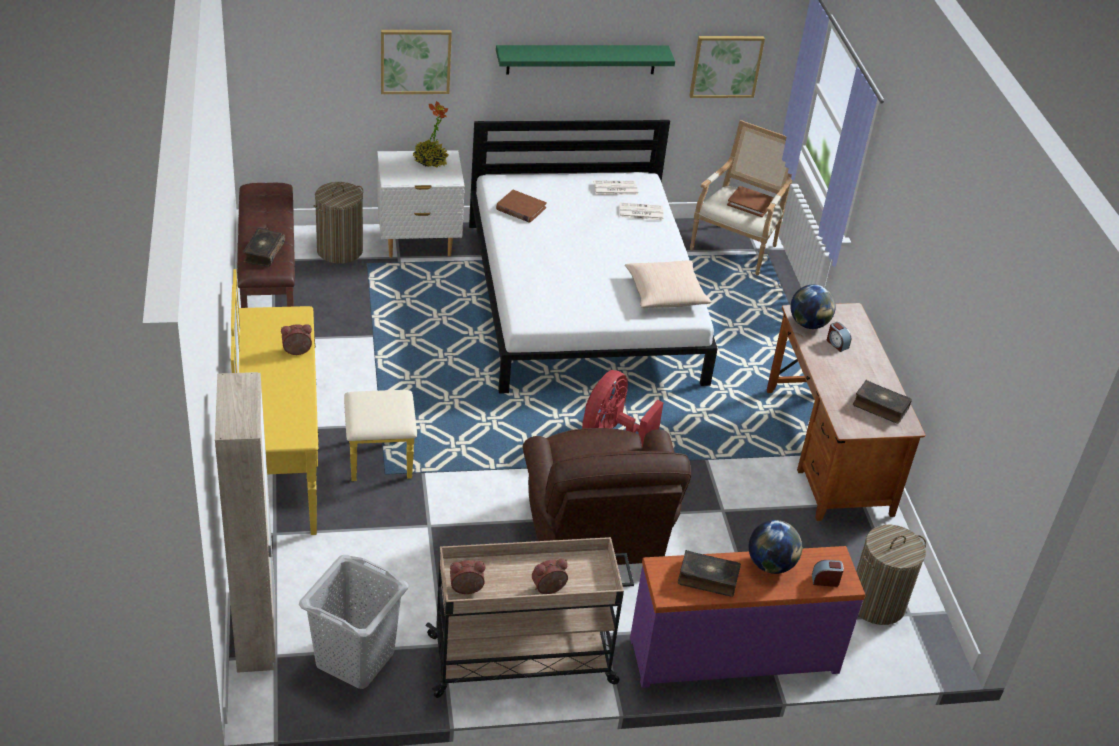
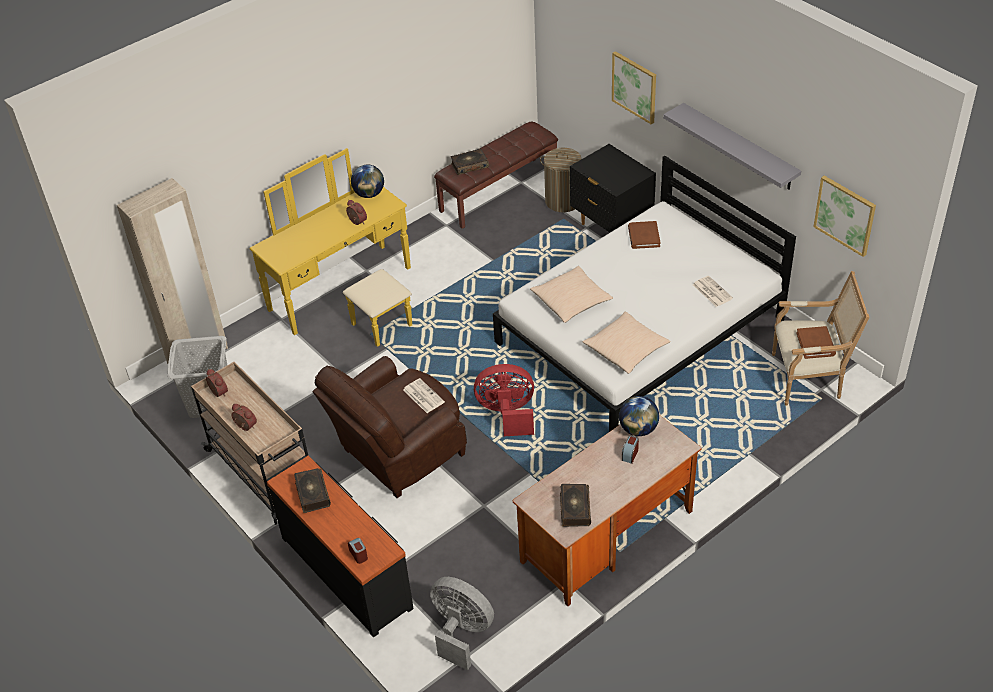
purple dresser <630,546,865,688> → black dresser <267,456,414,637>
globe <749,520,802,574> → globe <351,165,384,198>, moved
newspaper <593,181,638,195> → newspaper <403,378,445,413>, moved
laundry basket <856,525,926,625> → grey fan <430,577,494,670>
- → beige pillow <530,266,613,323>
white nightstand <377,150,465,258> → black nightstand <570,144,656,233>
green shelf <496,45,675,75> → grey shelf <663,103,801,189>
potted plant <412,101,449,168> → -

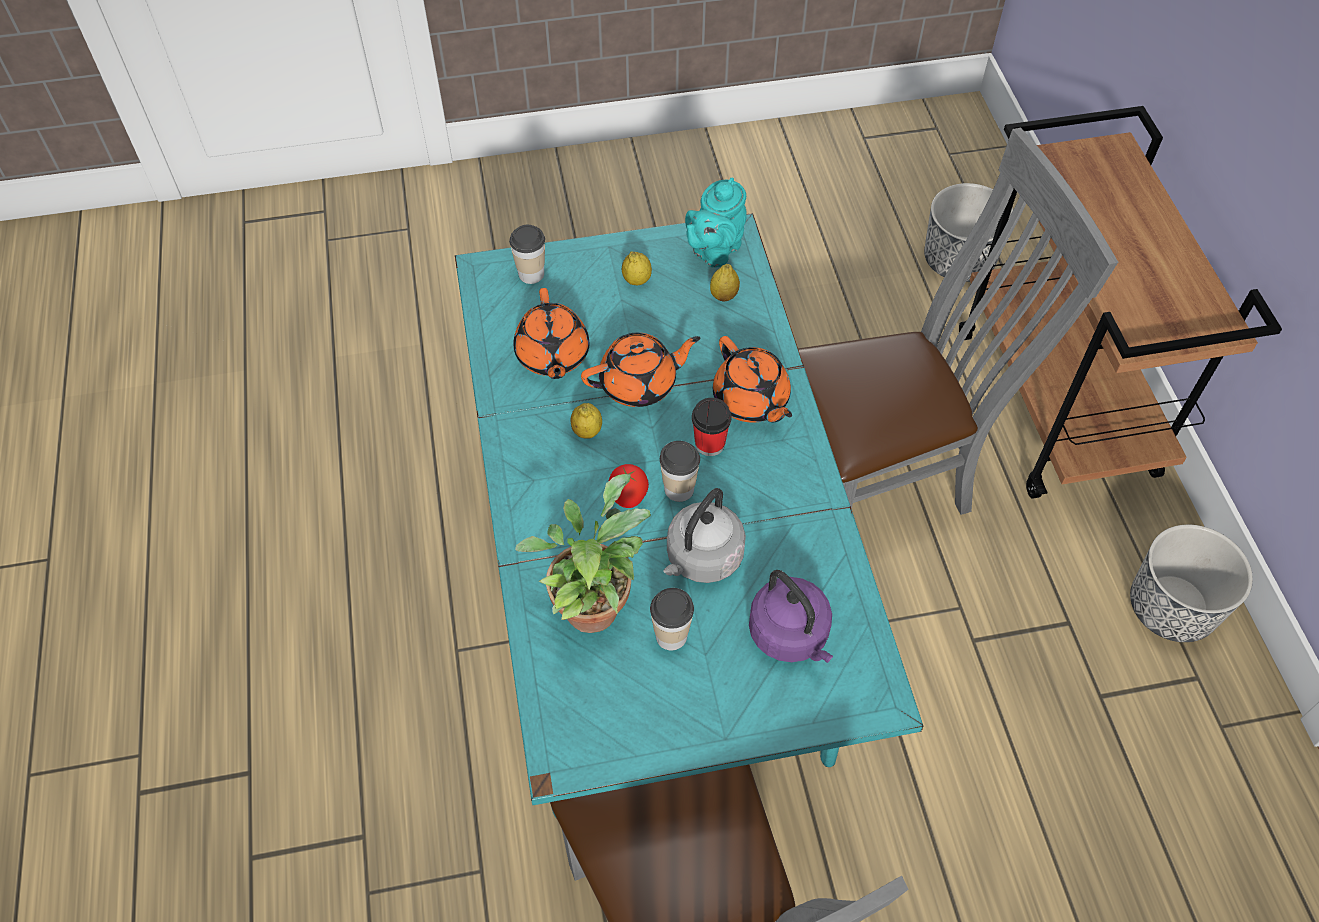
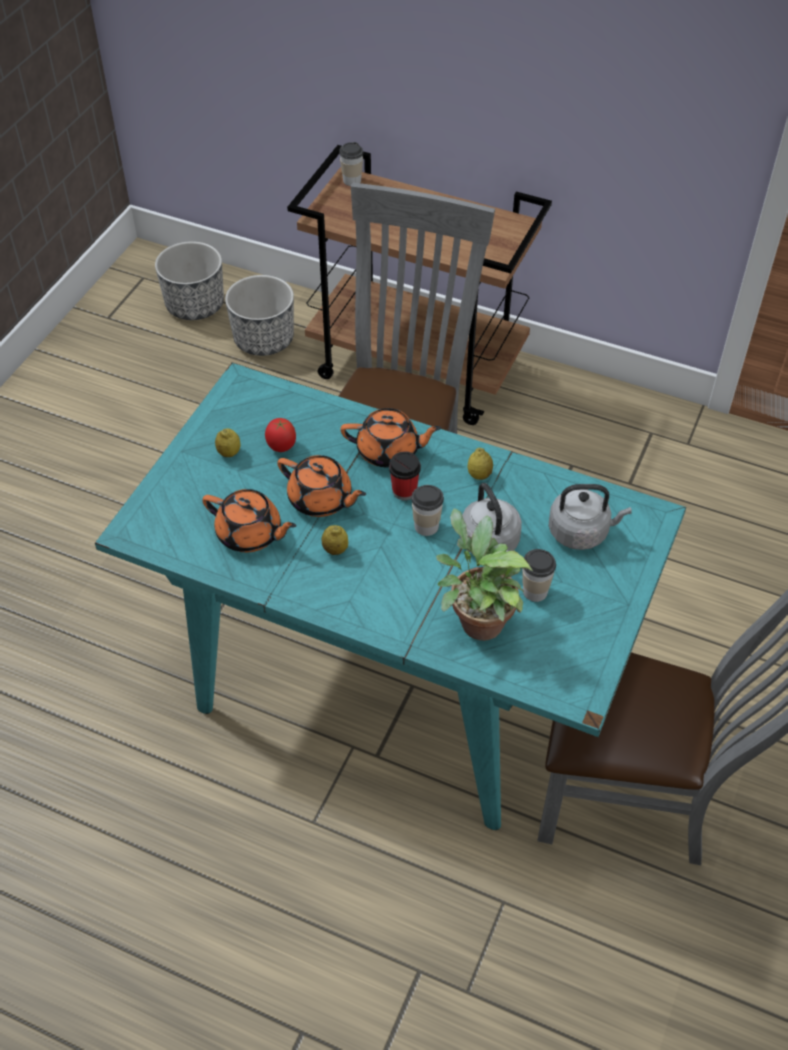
planter <1130,525,1253,642> → planter <155,241,224,320>, moved
tomato <608,464,649,508> → tomato <265,418,296,452>, moved
orange teapot <581,332,701,407> → orange teapot <277,455,366,517>, 105 degrees clockwise
cup <509,225,545,284> → cup <339,142,363,186>, moved
lemon <710,264,740,302> → lemon <467,448,493,480>, moved
purple kettle <749,570,833,663> → grey kettle <549,484,632,550>
turquoise teapot <685,177,747,268> → -

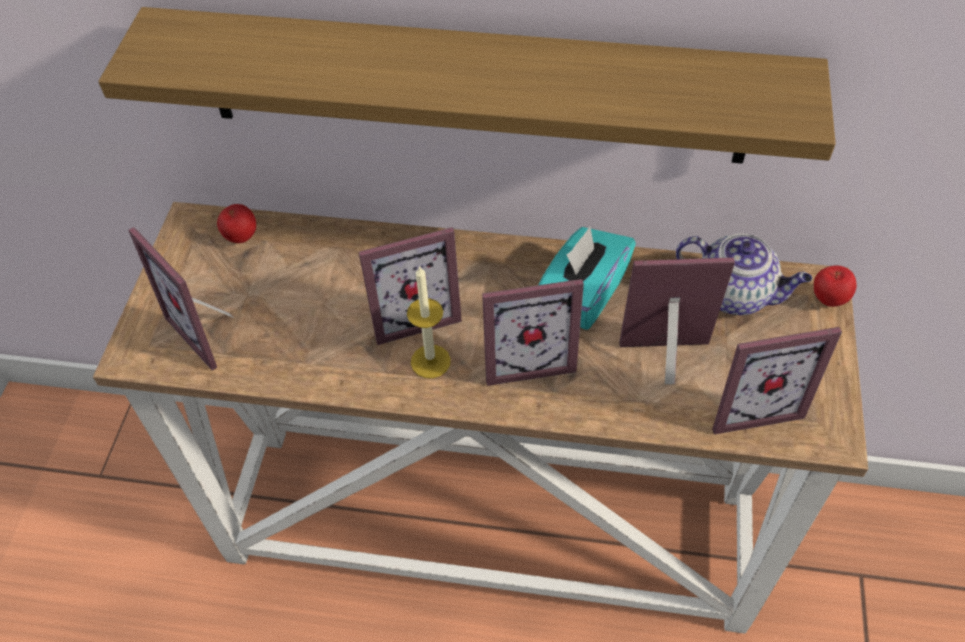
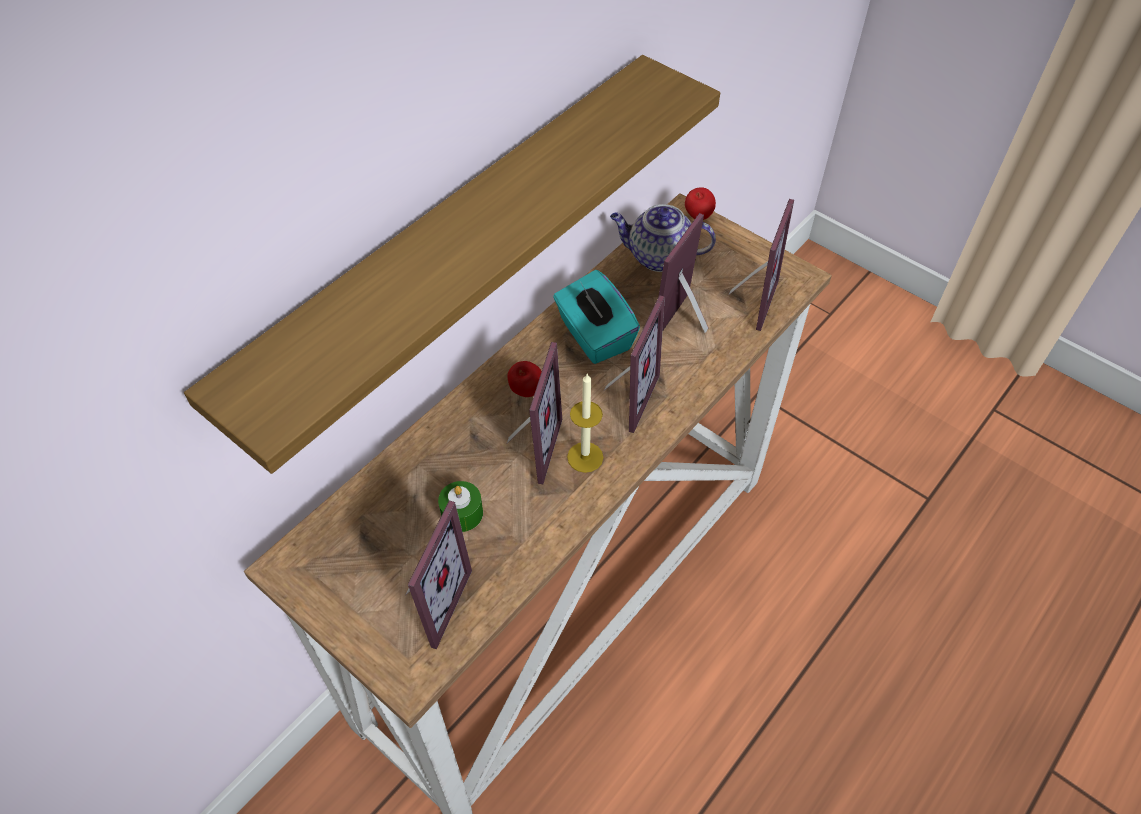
picture frame <128,227,234,371> → picture frame <405,500,472,649>, 60 degrees counterclockwise
- → green candle <438,481,483,532>
apple <217,204,256,243> → apple <507,361,542,397>, moved
teapot <676,234,812,315> → teapot <610,204,716,272>, 135 degrees counterclockwise

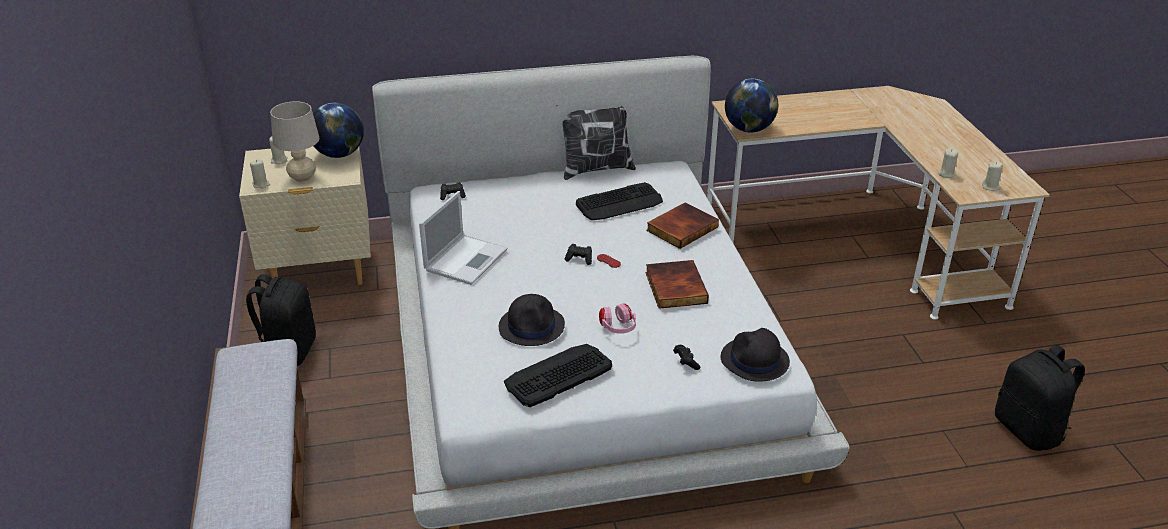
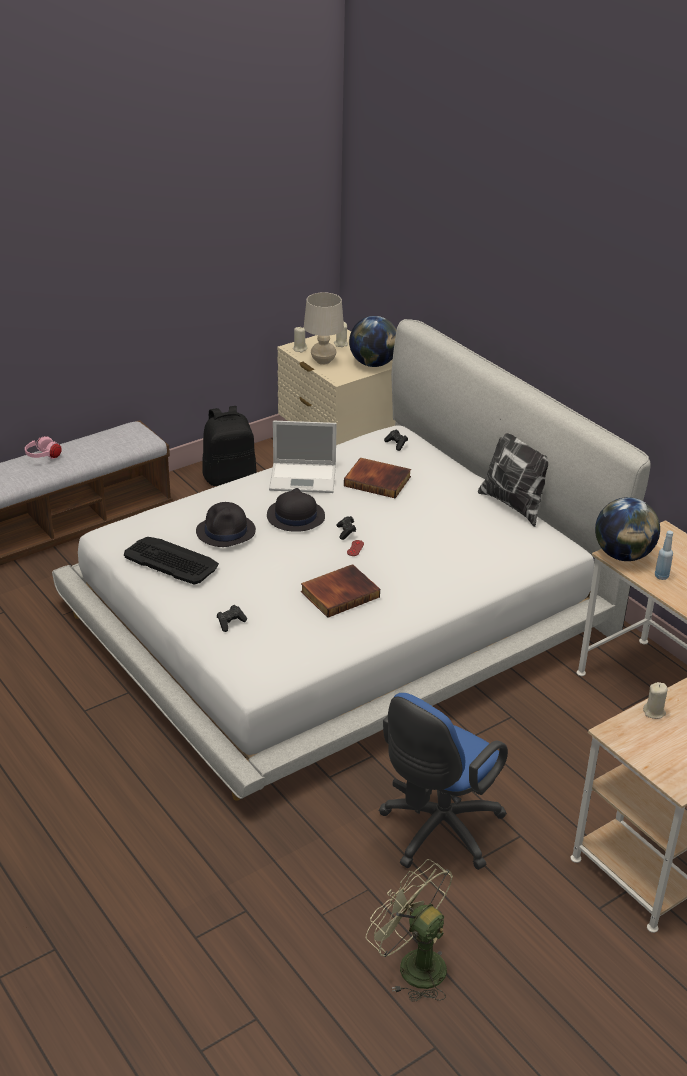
pink headphones <599,303,636,334> → pink headphones <25,436,62,459>, moved
black hat <721,328,790,382> → black hat <267,488,325,532>, moved
book <646,202,719,249> → book <344,457,411,498>, moved
black backpack <995,344,1085,451> → green fan <366,859,453,1002>
- → blue office chair <379,693,508,870>
- → blue bottle <655,531,673,580>
keyboard <576,182,663,220> → -
beige candle <982,161,1003,191> → -

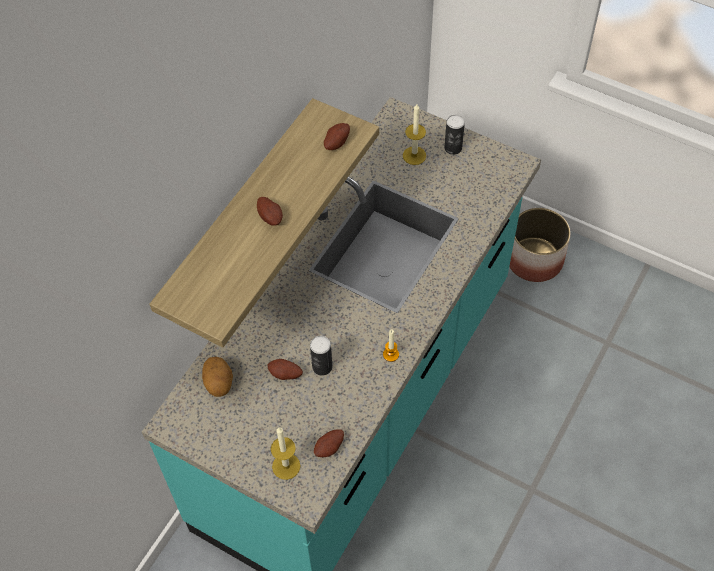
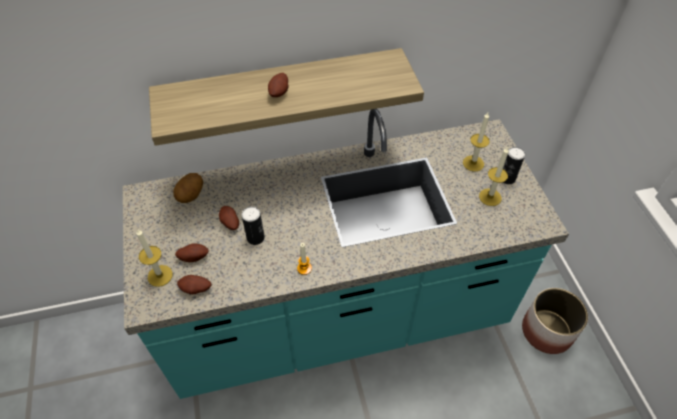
potato <324,123,350,150> → potato <175,243,209,262>, moved
- → candle <479,147,509,206>

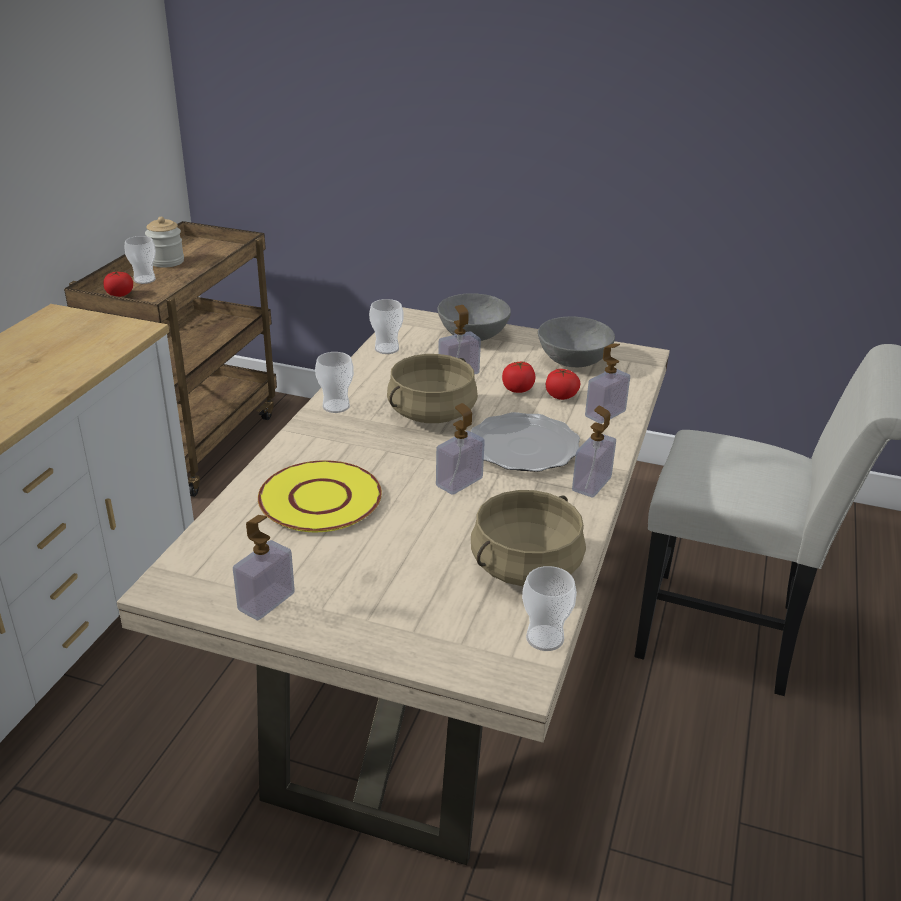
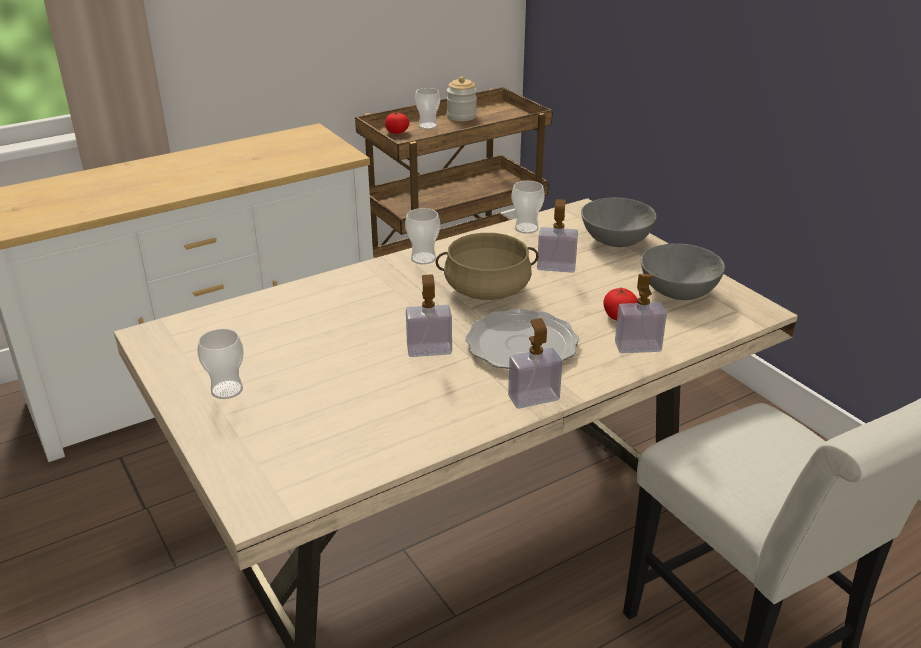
cup <522,566,577,651> → cup <197,329,244,399>, moved
soap dispenser <233,515,295,620> → -
yellow plate <258,460,382,532> → -
beige cooking pot <471,490,586,586> → -
tomato <502,361,536,393> → -

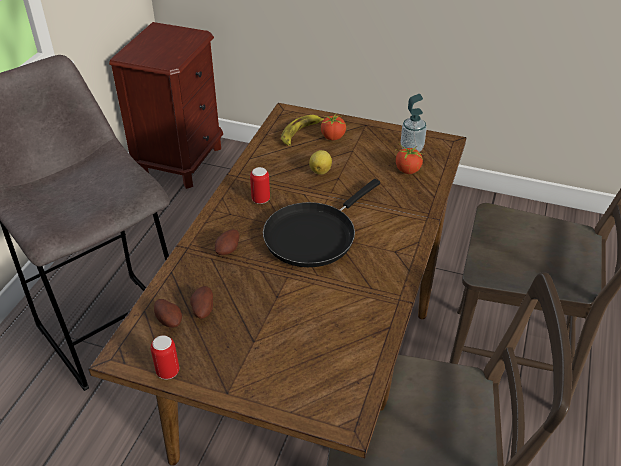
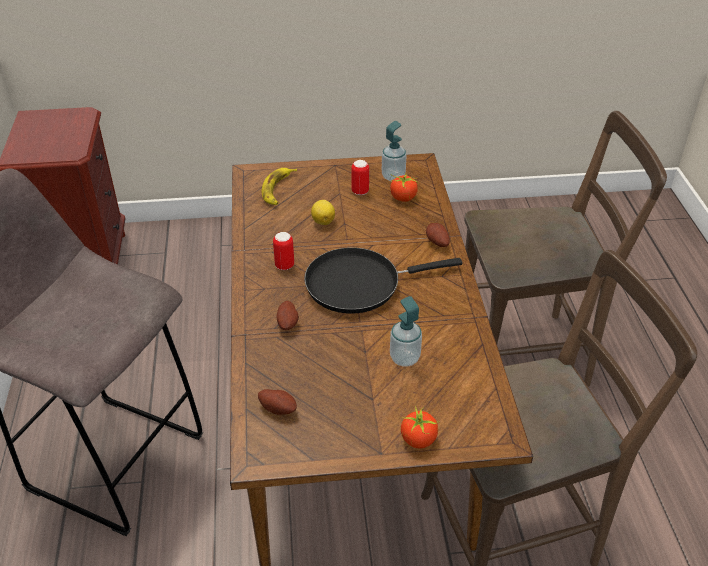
black frying pan <263,179,380,267> → black frying pan <304,247,462,314>, 60 degrees clockwise
can <151,335,179,379> → can <351,160,369,195>, moved
- → soap dispenser <390,296,422,367>
tomato <321,114,346,140> → tomato <401,406,440,448>, moved
potato <190,286,213,319> → potato <426,223,450,247>, moved

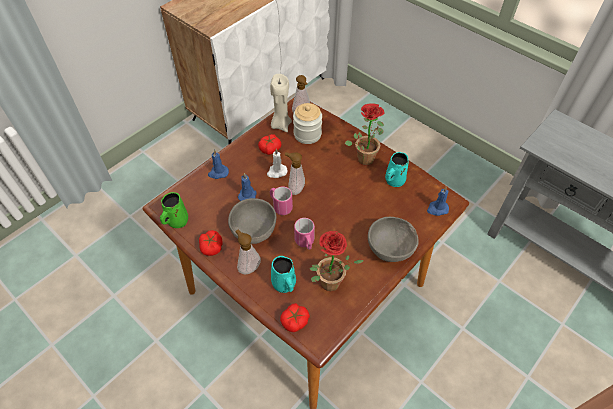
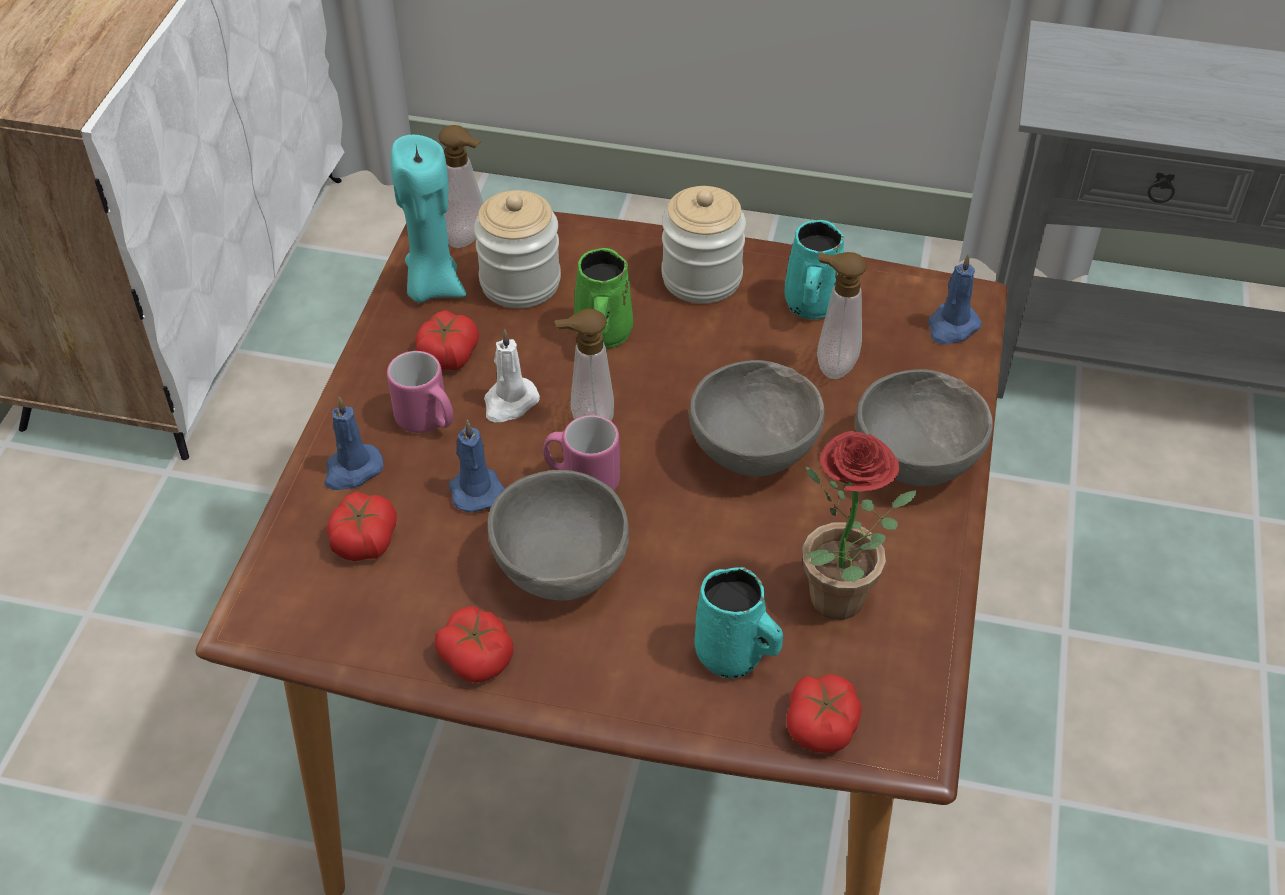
- → tomato <327,492,397,561>
pink mug <294,218,315,250> → pink mug <387,351,453,433>, moved
beige candle <270,74,292,132> → turquoise candle <391,135,466,303>
green mug <160,192,188,228> → green mug <574,248,633,349>, moved
potted plant <345,103,384,166> → jar <662,186,746,304>
- → grey bowl <689,360,824,476>
soap dispenser <236,230,261,274> → soap dispenser <817,252,867,379>, moved

